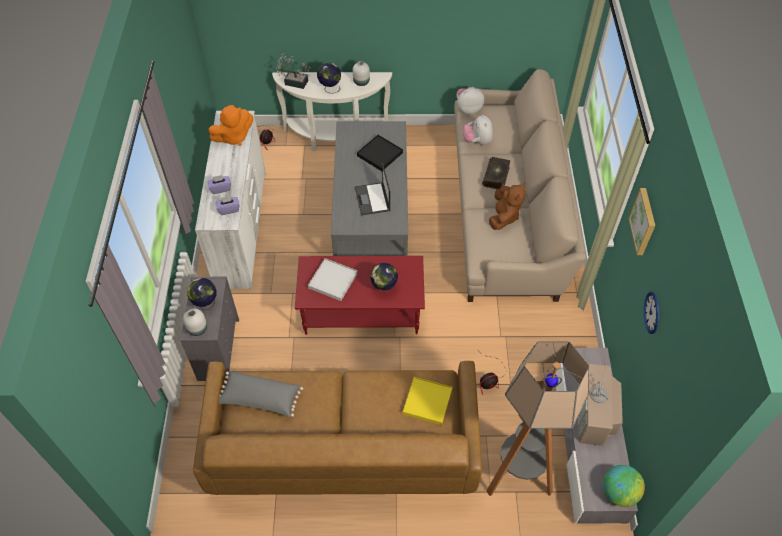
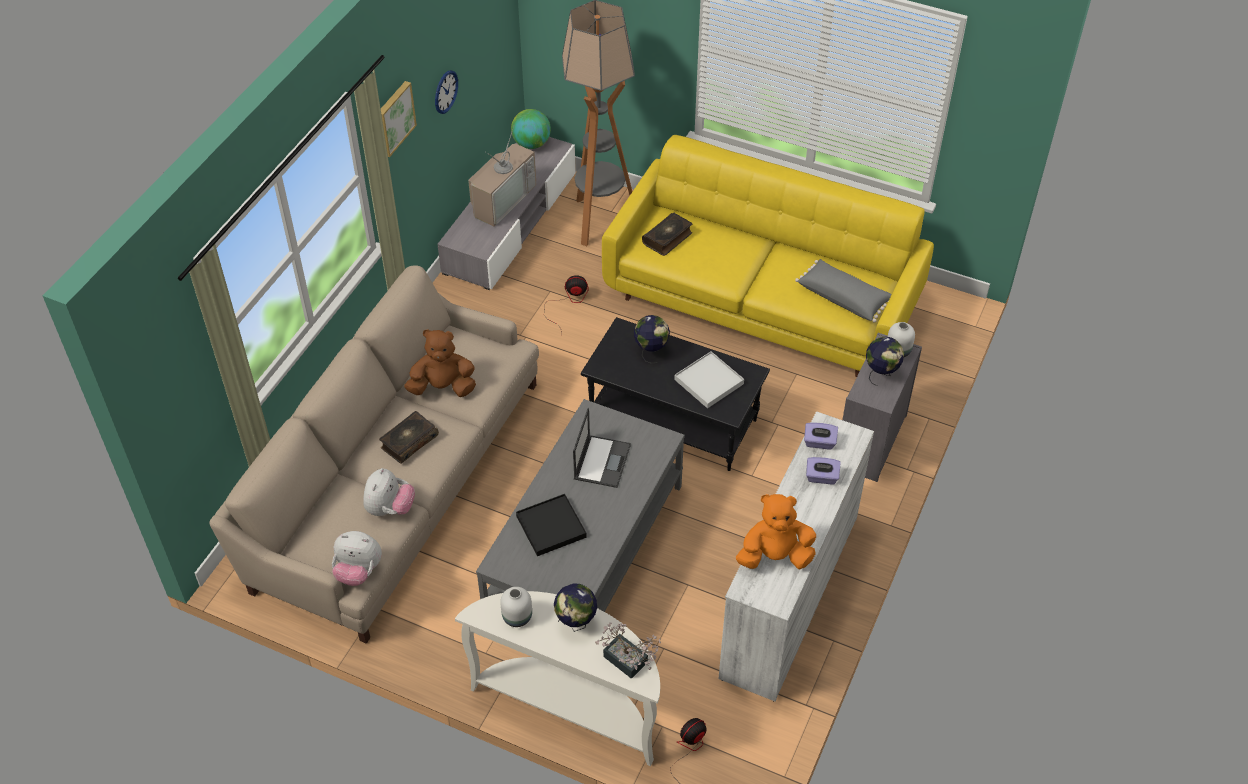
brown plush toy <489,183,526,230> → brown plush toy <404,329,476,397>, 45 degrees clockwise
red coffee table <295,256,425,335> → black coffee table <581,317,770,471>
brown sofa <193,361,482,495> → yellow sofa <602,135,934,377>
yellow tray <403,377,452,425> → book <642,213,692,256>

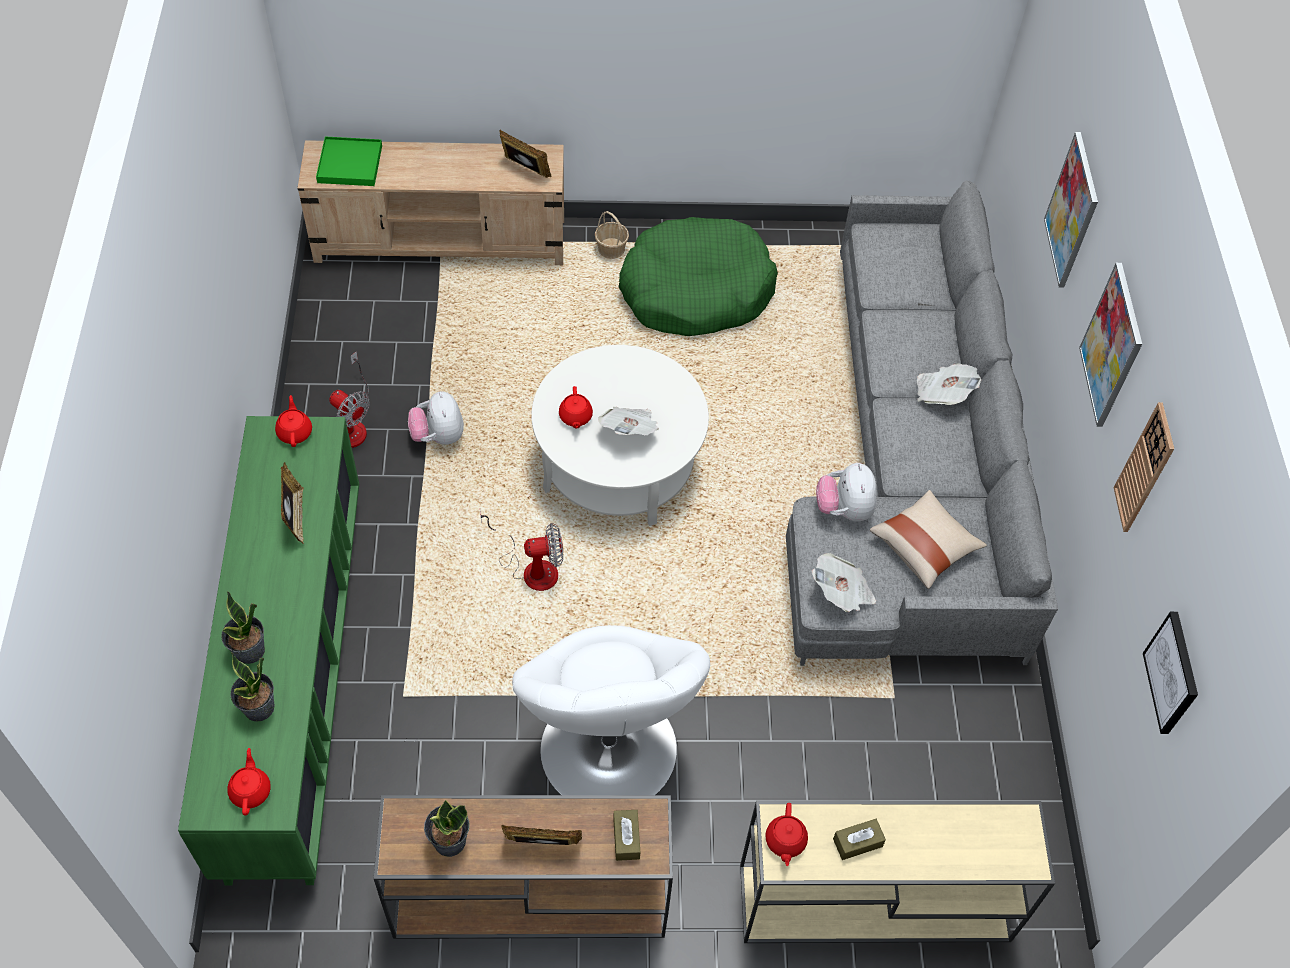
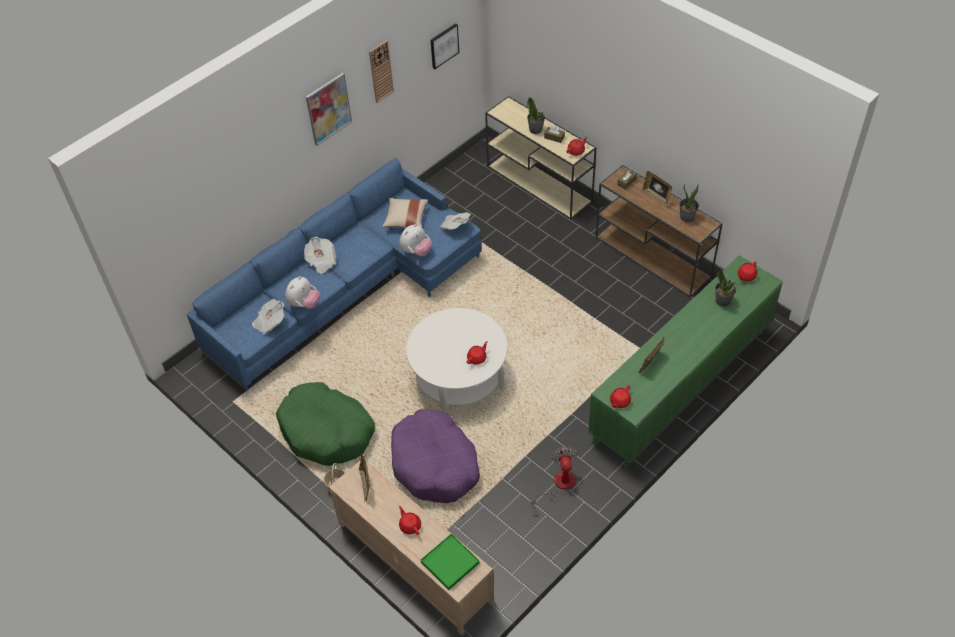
grey sofa <786,180,1058,666> → blue sofa <187,158,482,391>
newspaper <598,407,659,435> → newspaper <252,299,284,334>, moved
plush toy <408,391,464,445> → plush toy <285,276,320,309>, moved
- → purple dog bed <391,409,480,503>
- → red teapot <399,506,421,535>
potted plant <221,591,265,664> → potted plant <527,97,545,134>, moved
fan <480,511,563,591> → -
white armchair <512,625,710,795> → -
picture <1044,132,1098,288> → -

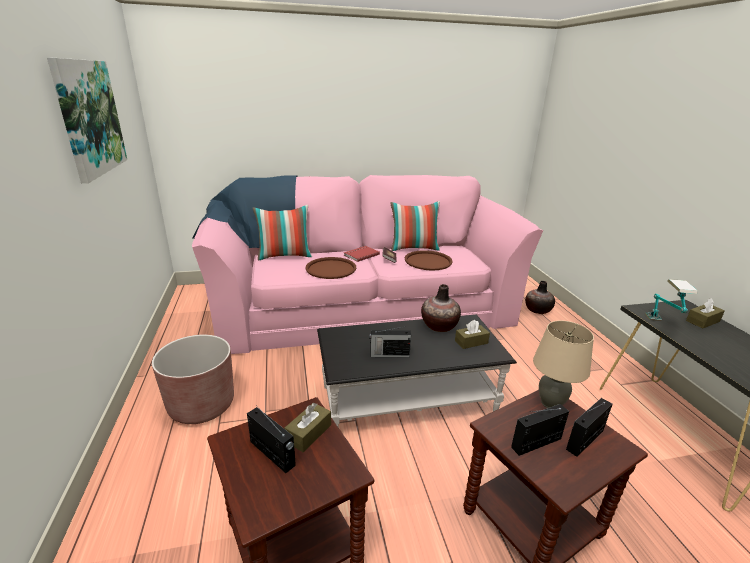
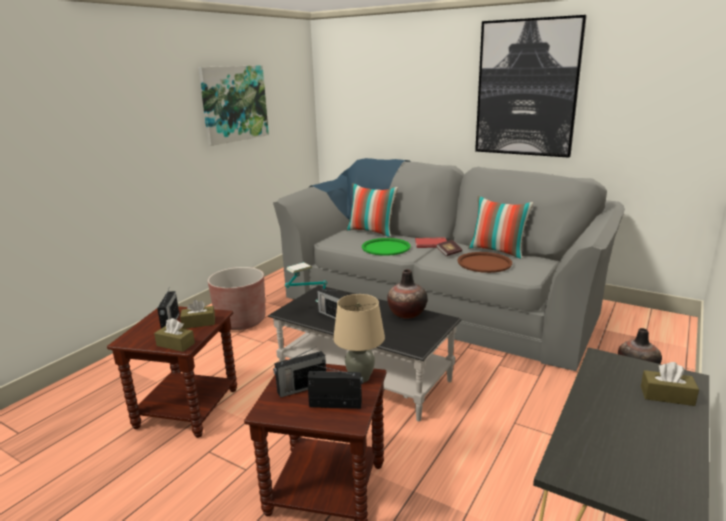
brown tissue box <455,320,490,349> → brown tissue box <154,318,195,352>, moved
pink sofa <192,175,543,354> → grey sofa <273,158,625,371>
radio <511,404,569,456> → radio <273,349,326,398>, 135 degrees clockwise
table lamp <645,279,698,321> → table lamp <285,262,327,303>, moved
brown tray <306,257,356,279> → green tray <362,238,411,256>
- → picture <475,15,587,158>

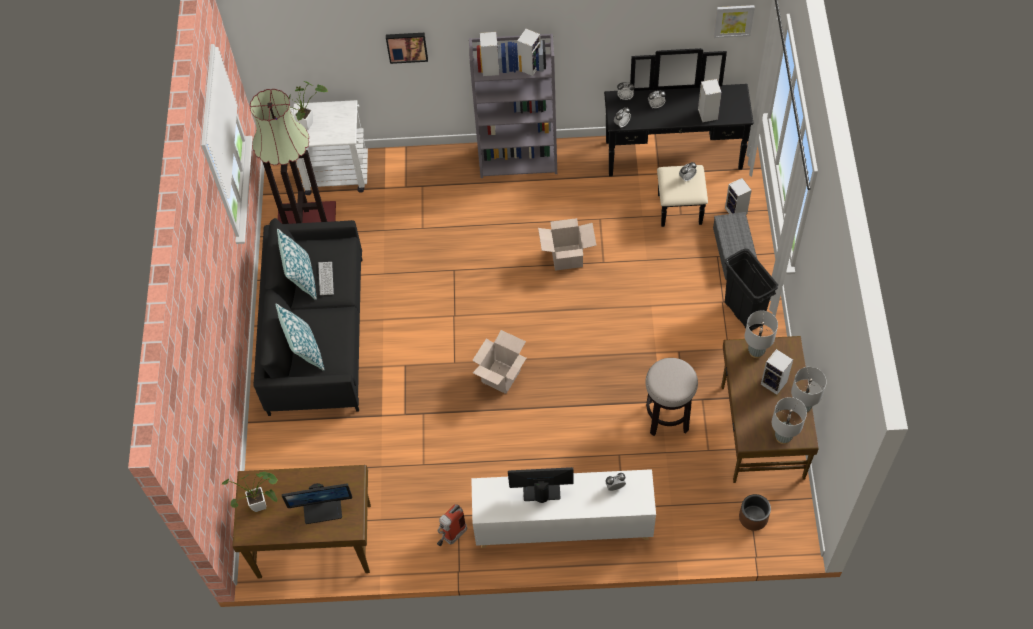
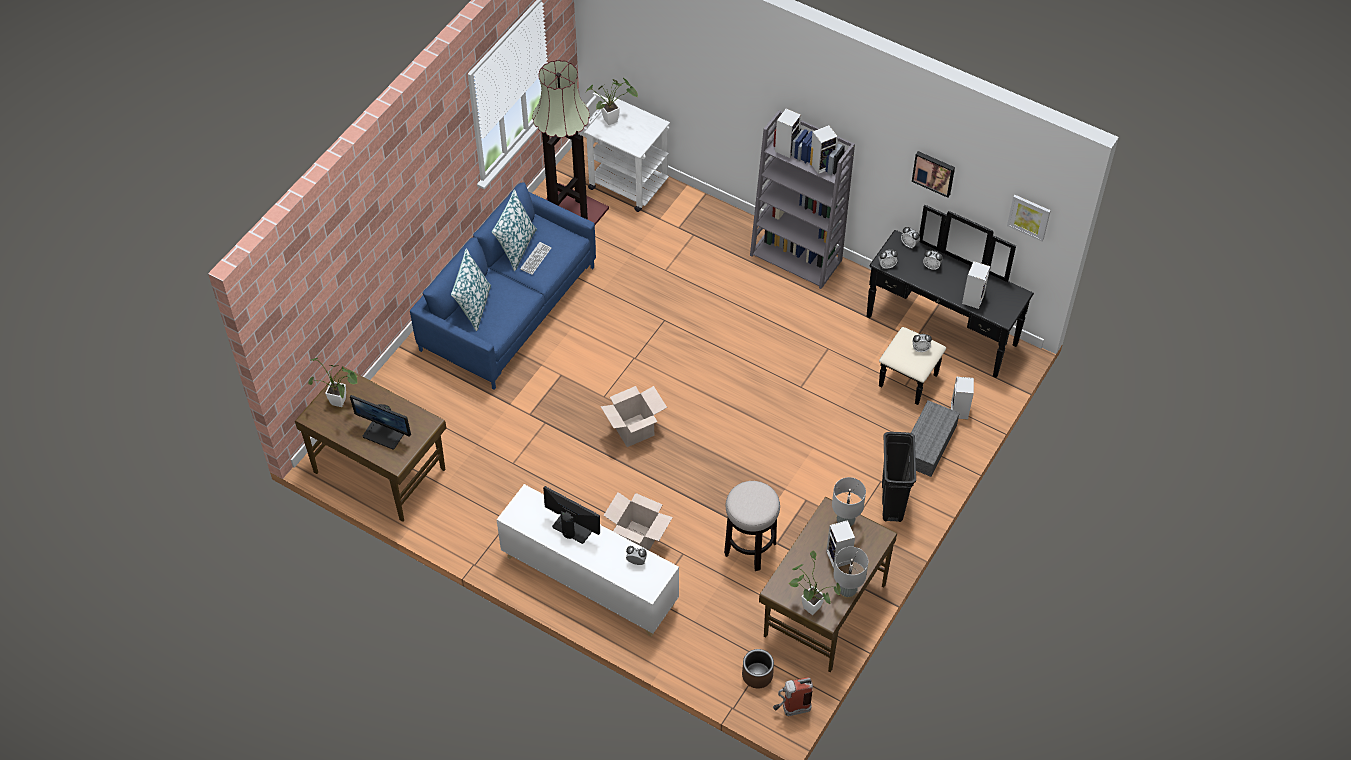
black sofa <254,218,362,416> → blue sofa <410,182,596,390>
cardboard box <538,218,596,271> → cardboard box <604,492,673,550>, moved
fire extinguisher <437,504,467,546> → fire extinguisher <773,677,813,716>, moved
grey table lamp <772,397,807,444> → potted plant <789,551,841,615>
picture <386,33,428,64> → picture <912,151,955,198>, moved

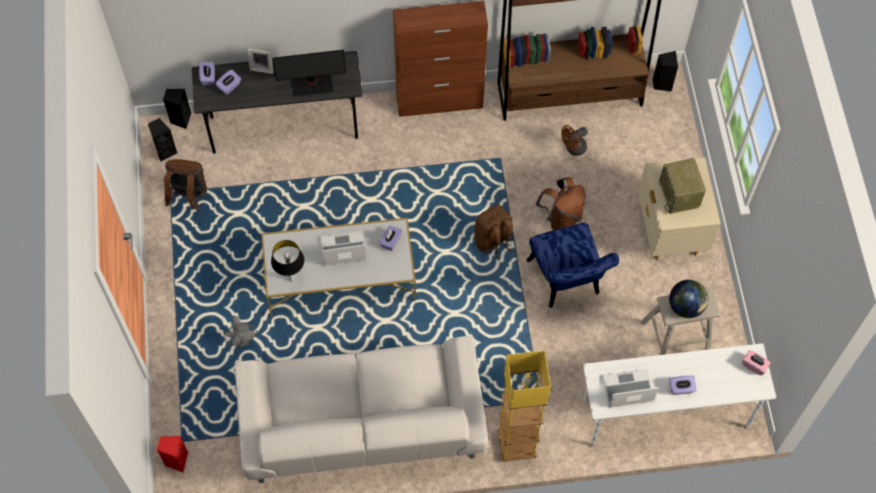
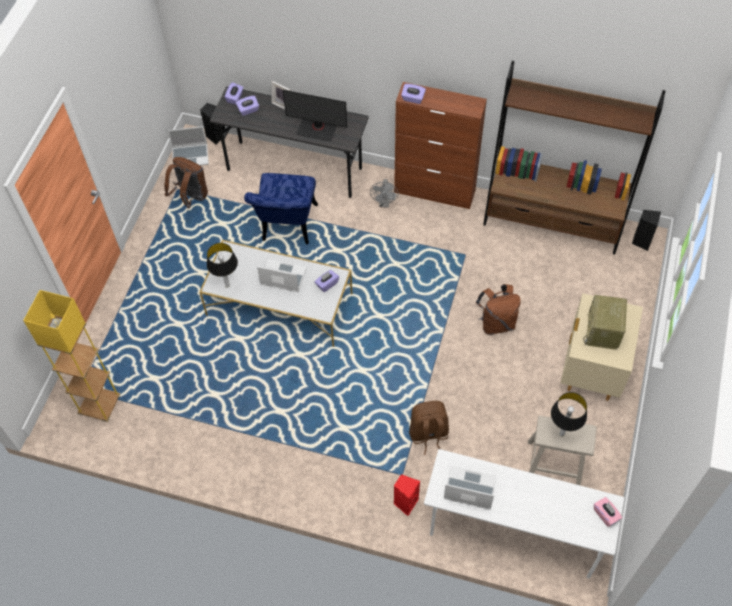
yellow floor lamp <497,350,551,462> → yellow floor lamp <23,290,120,422>, moved
black speaker <148,118,177,162> → laptop <168,126,209,169>
blue chair <527,223,619,308> → blue chair <244,173,318,245>, moved
grey fan <223,316,257,348> → grey fan <370,179,399,208>, moved
red speaker <157,436,188,473> → red speaker <393,474,420,516>, moved
purple tissue box <669,375,696,395> → purple tissue box <401,84,426,104>, moved
brown backpack <474,205,514,261> → brown backpack <409,401,449,455>, moved
globe <669,280,708,318> → table lamp <551,392,587,437>
white sofa <234,335,488,483> → -
brown fan <561,125,588,156> → -

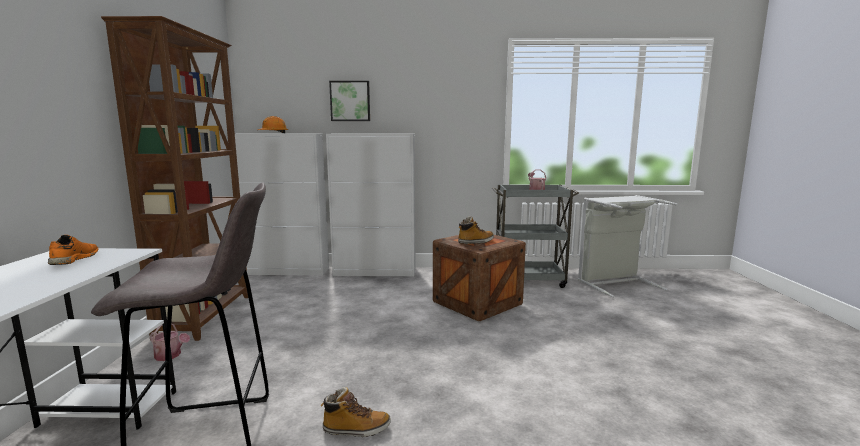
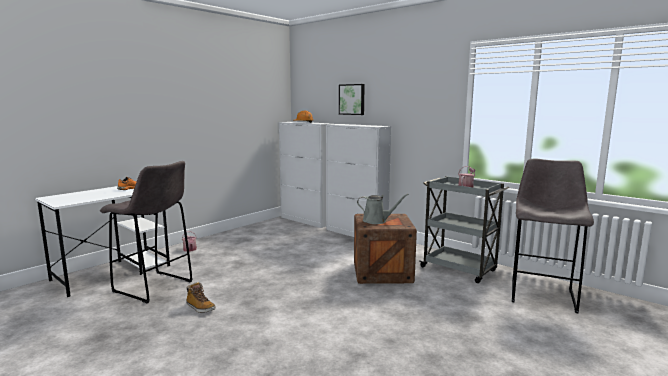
boot <458,216,494,244> → grey watering can <357,194,409,224>
grey laundry basket <578,195,678,298> → grey stool <512,158,594,313>
brown bookcase <101,16,248,341> → -

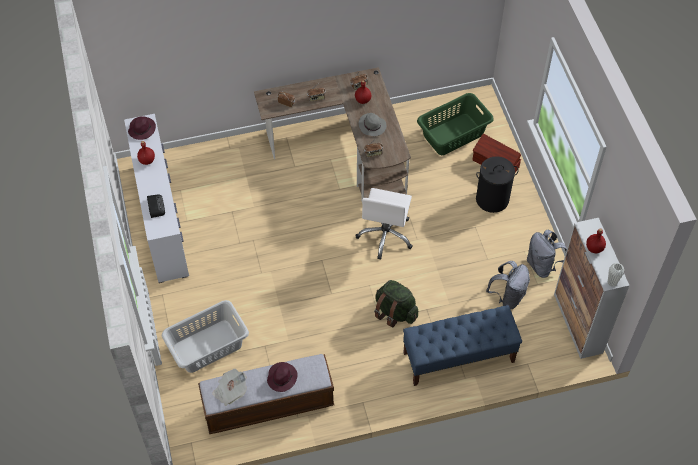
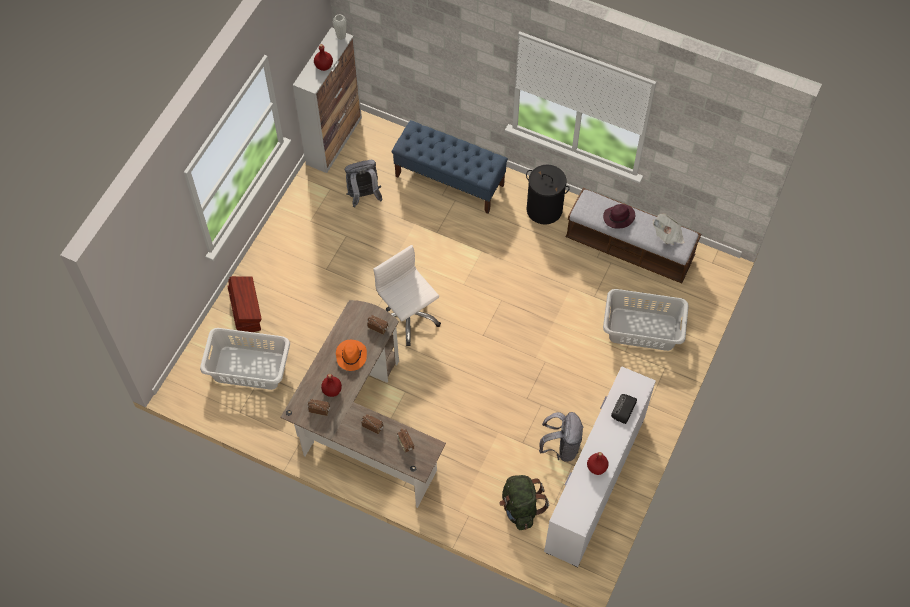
green laundry basket <417,93,494,155> → white laundry basket <200,328,290,390>
grey hat <359,113,386,136> → orange hat <336,340,367,371>
white office chair <356,188,413,260> → white office chair <373,245,441,346>, 90 degrees counterclockwise
green backpack <374,280,418,327> → green backpack <500,475,549,530>, moved
black laundry basket <476,156,518,213> → black laundry basket <526,164,570,225>, moved
grey backpack <527,230,567,278> → grey backpack <539,412,584,462>, moved
purple hat <128,116,156,140> → -

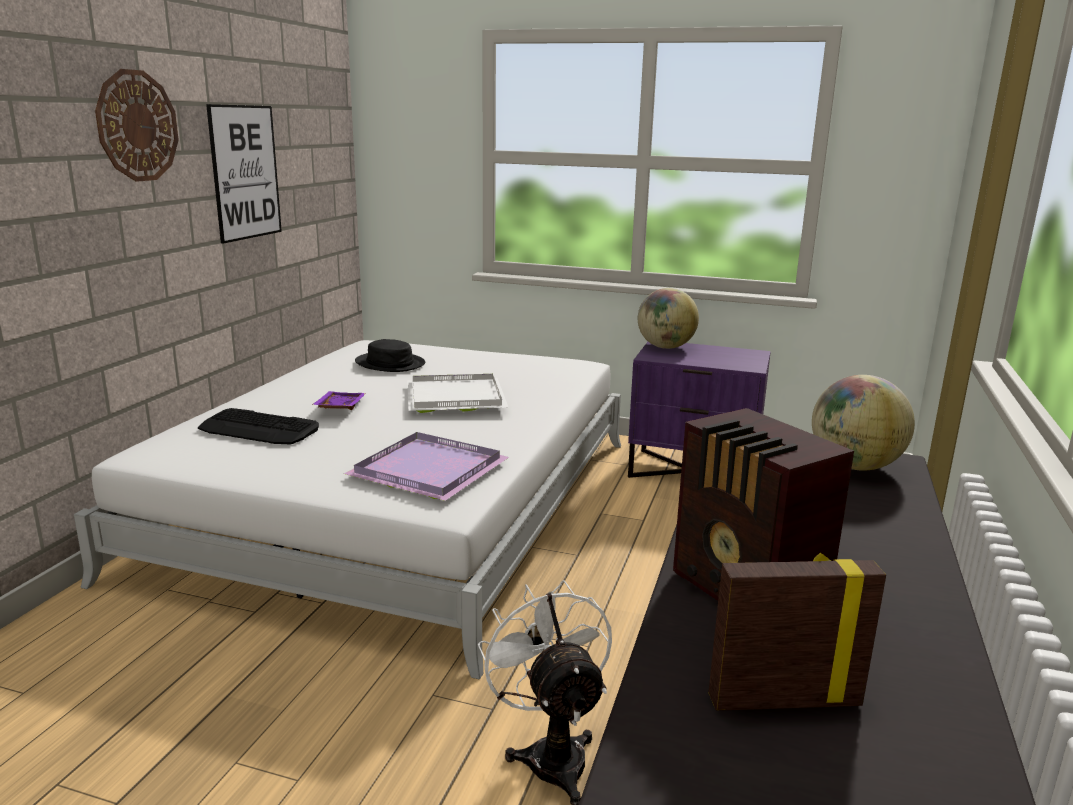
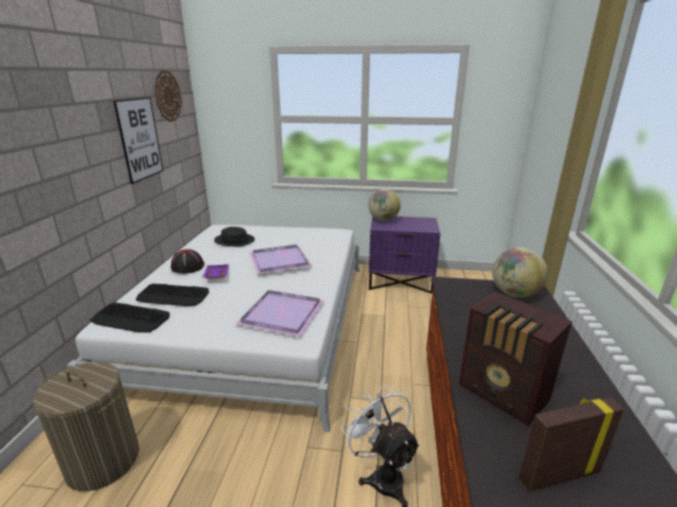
- → laundry basket <33,362,139,491>
- → keyboard <90,302,170,332>
wall clock <95,69,179,182> → wall clock <154,71,181,122>, moved
- → black hat <171,249,204,274>
white tray <407,374,508,413> → purple tray <250,244,312,274>

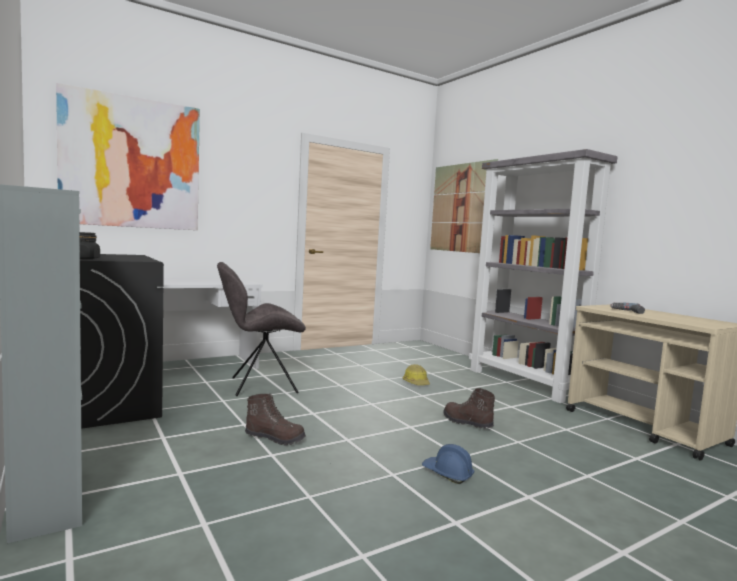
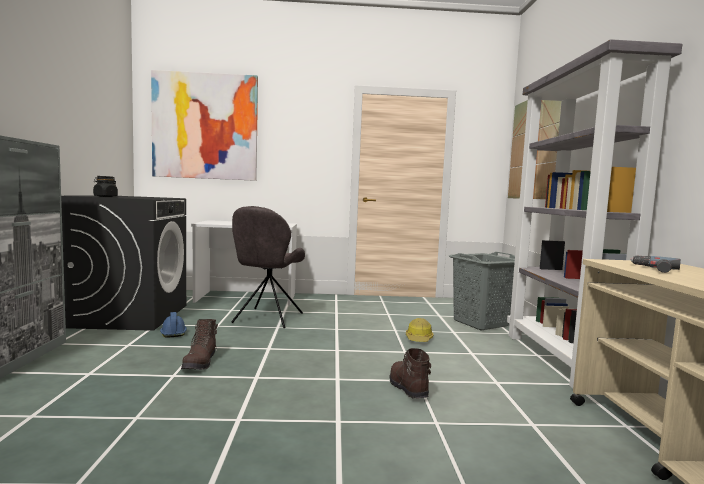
blue hard hat <422,444,474,484> → blue hard hat <160,312,187,338>, moved
brown boot <245,393,306,445> → brown boot <181,319,218,370>, 45 degrees clockwise
grey chair <217,262,306,396> → grey chair <231,206,305,328>, 90 degrees counterclockwise
- → grey laundry basket <449,252,515,330>

